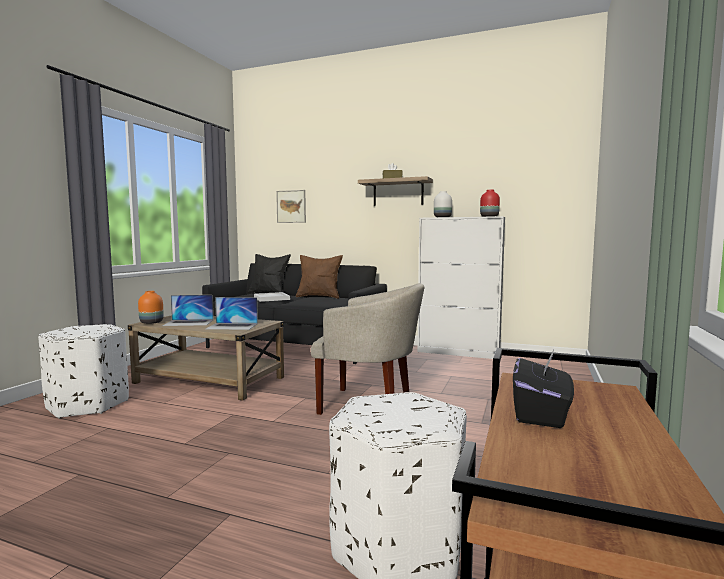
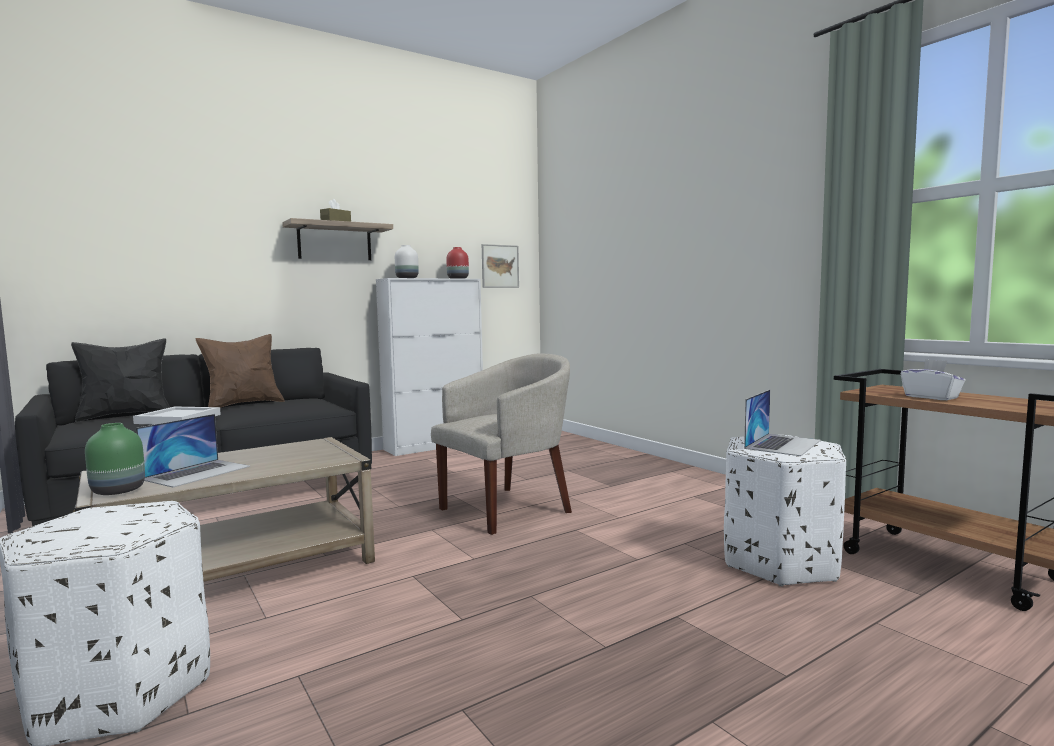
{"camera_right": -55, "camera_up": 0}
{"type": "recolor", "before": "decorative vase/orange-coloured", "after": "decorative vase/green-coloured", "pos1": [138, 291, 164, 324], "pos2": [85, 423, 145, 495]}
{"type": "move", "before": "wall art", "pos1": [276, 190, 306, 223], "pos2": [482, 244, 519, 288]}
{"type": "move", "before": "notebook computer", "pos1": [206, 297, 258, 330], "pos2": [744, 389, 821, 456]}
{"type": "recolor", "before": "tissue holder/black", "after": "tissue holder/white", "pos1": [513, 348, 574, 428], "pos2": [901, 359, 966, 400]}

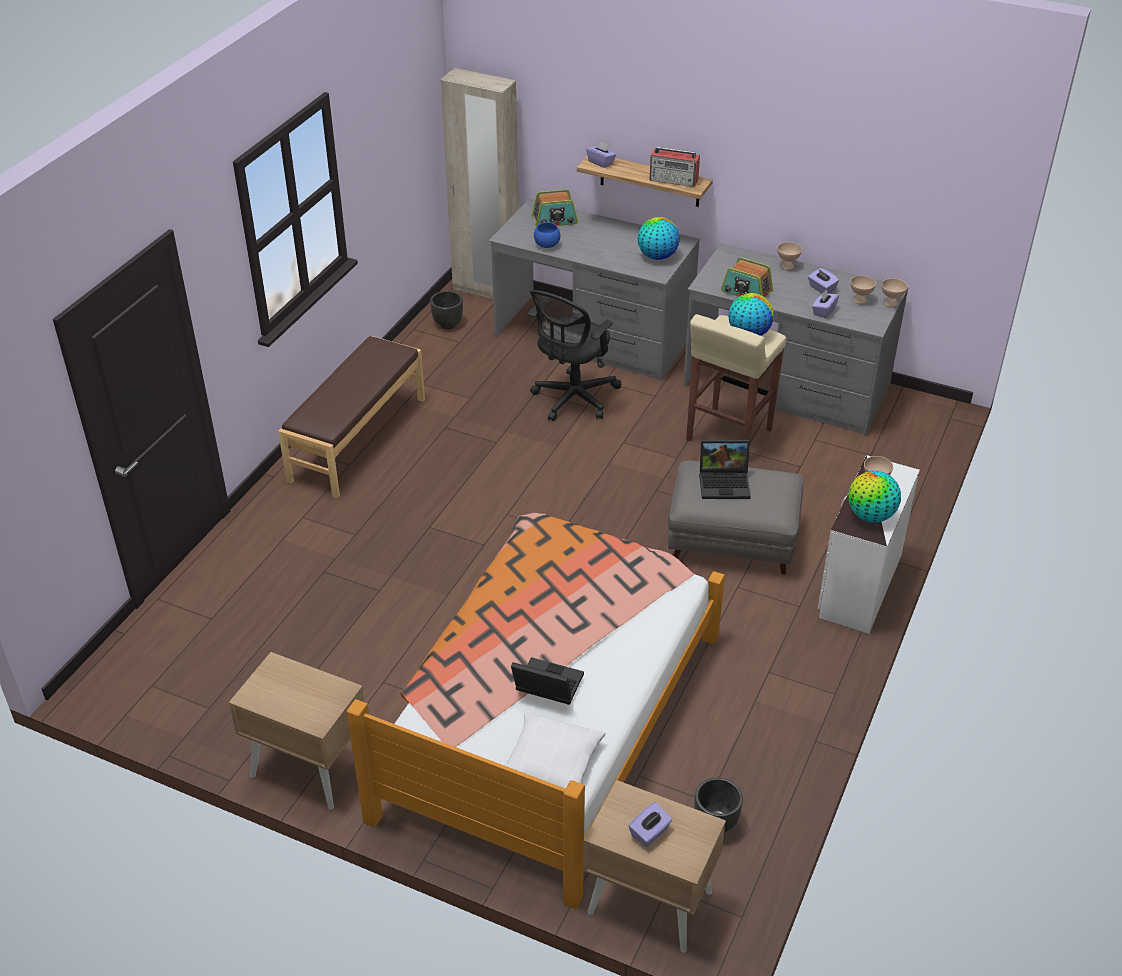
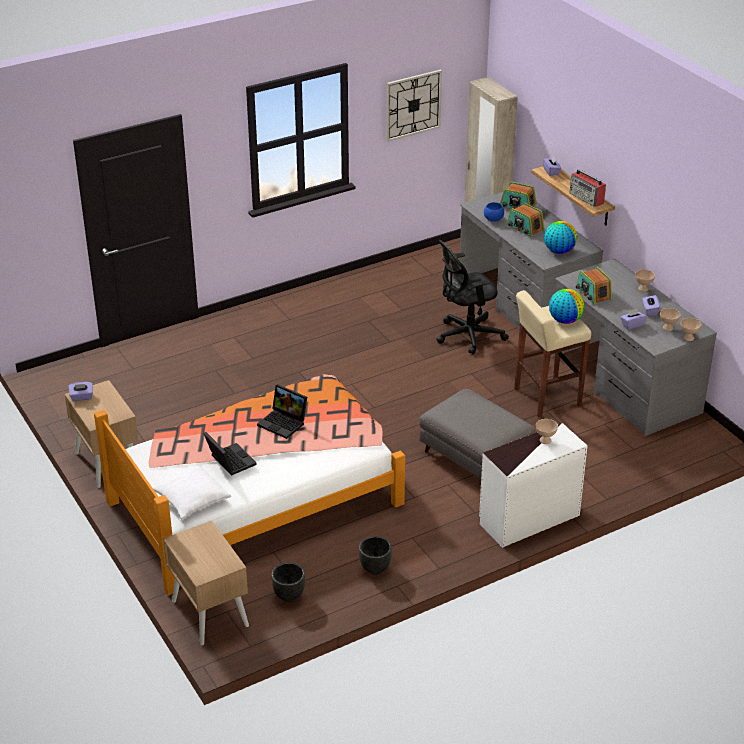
{"camera_right": 35, "camera_up": -5}
{"type": "move", "before": "tissue holder/purple", "pos1": [629, 802, 672, 847], "pos2": [69, 382, 93, 401]}
{"type": "move", "before": "notebook computer", "pos1": [699, 440, 751, 499], "pos2": [257, 384, 307, 439]}
{"type": "move", "before": "plant pot/black", "pos1": [430, 291, 463, 329], "pos2": [359, 536, 392, 575]}
{"type": "insert", "after": "hanging clock", "pos2": [386, 70, 442, 142]}
{"type": "insert", "after": "radio receiver", "pos2": [507, 203, 544, 237]}
{"type": "delete", "before": "indoor bench/brownish", "pos1": [278, 336, 425, 499]}
{"type": "delete", "before": "desk globe", "pos1": [848, 471, 901, 522]}

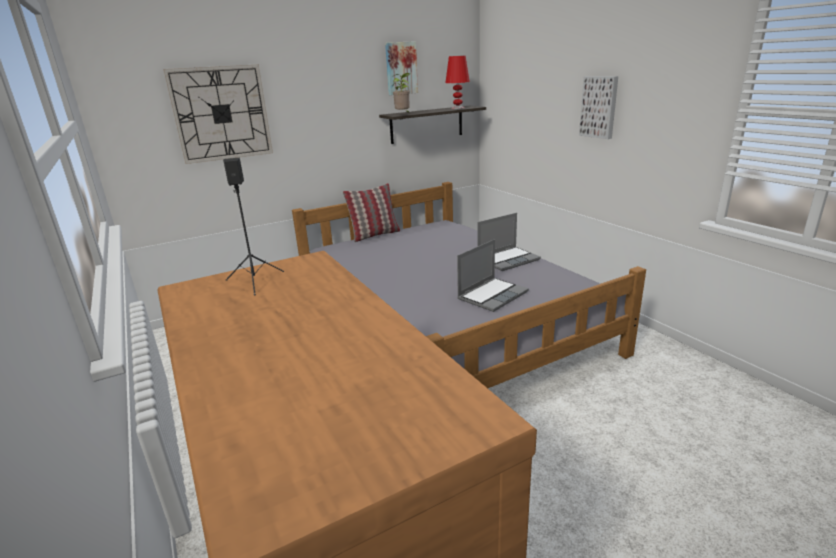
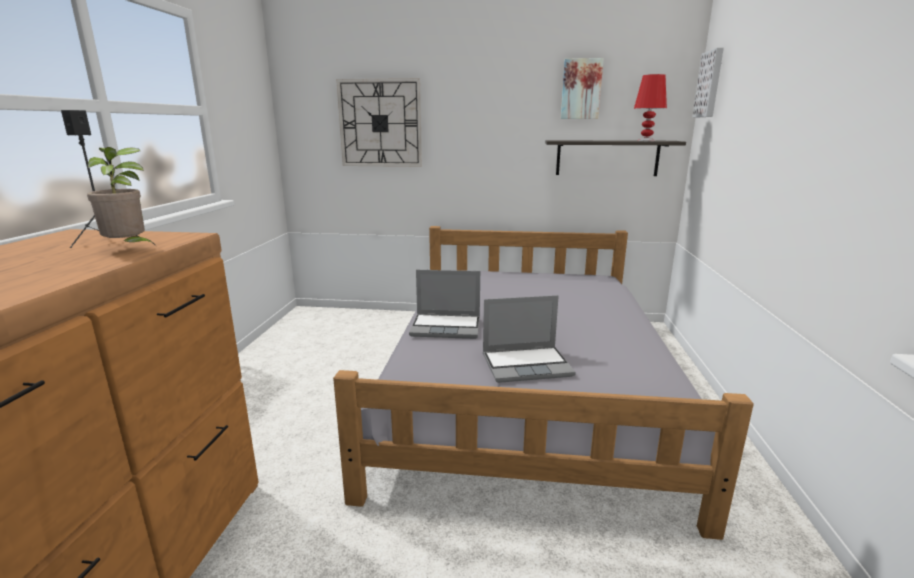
{"camera_right": 35, "camera_up": -5}
{"type": "move", "before": "potted plant", "pos1": [393, 73, 410, 113], "pos2": [87, 147, 157, 247]}
{"type": "move", "before": "notebook computer", "pos1": [478, 213, 541, 271], "pos2": [409, 270, 480, 339]}
{"type": "move", "before": "wall art", "pos1": [579, 76, 618, 139], "pos2": [692, 48, 724, 117]}
{"type": "delete", "before": "pillow", "pos1": [343, 183, 400, 242]}

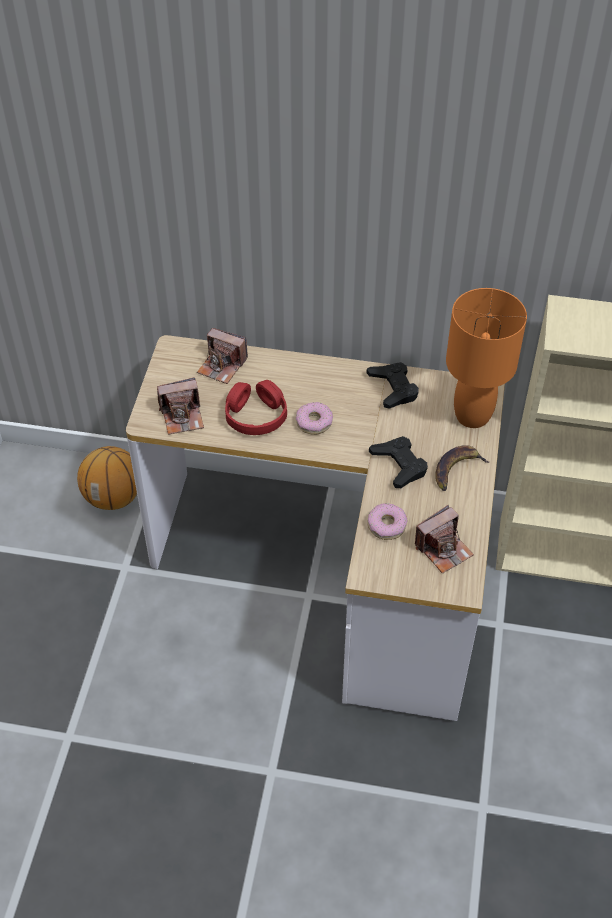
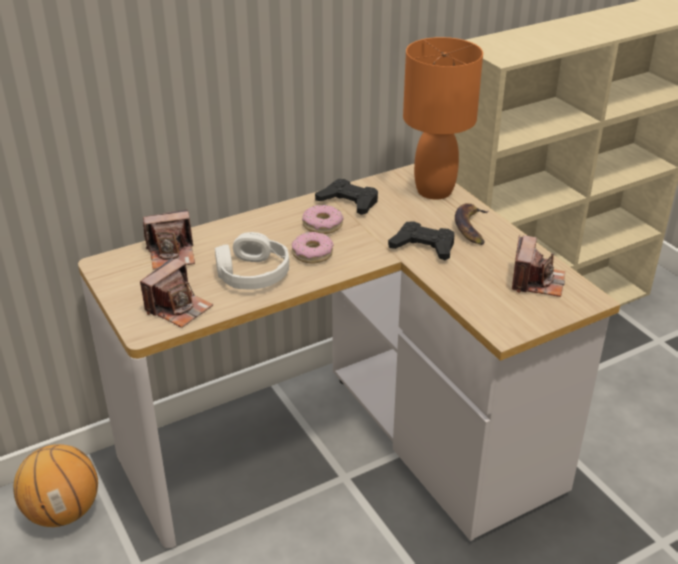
{"camera_right": -40, "camera_up": -15}
{"type": "recolor", "before": "headset/red-coloured", "after": "headset/white", "pos1": [225, 380, 287, 435], "pos2": [215, 232, 289, 289]}
{"type": "move", "before": "ring doughnut", "pos1": [367, 503, 408, 540], "pos2": [302, 205, 344, 234]}

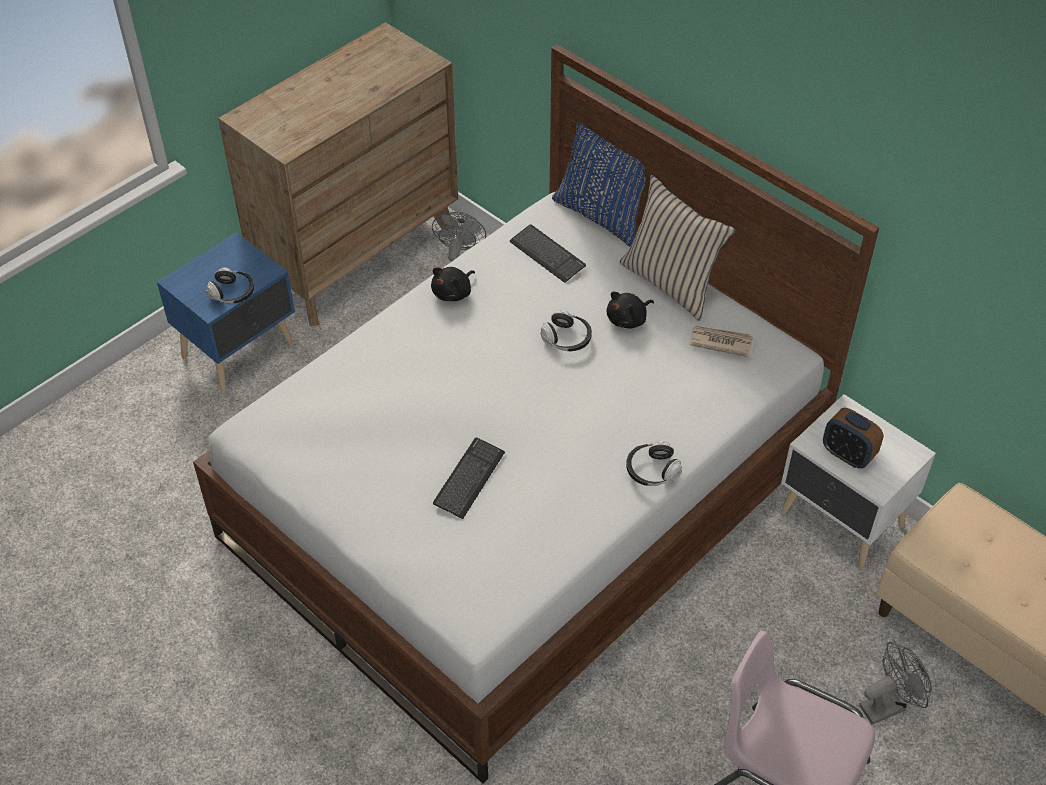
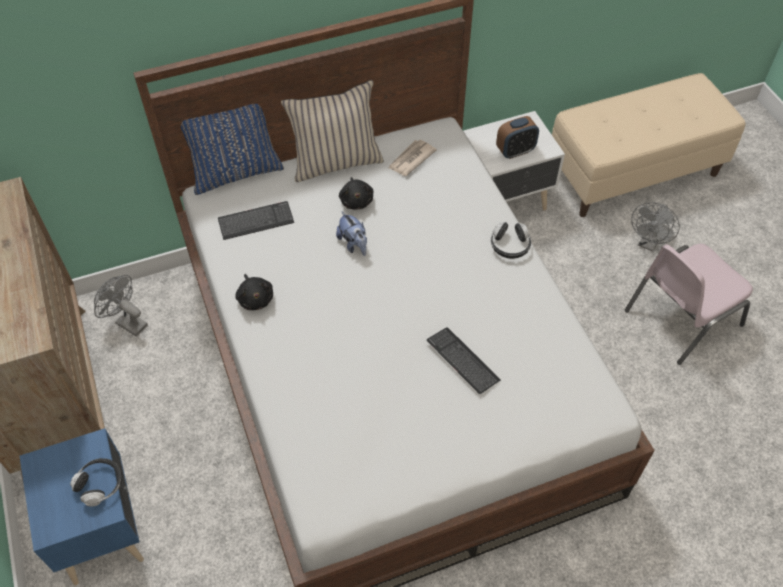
{"camera_right": -65, "camera_up": 5}
{"type": "replace", "before": "headset", "after": "plush toy", "pos1": [540, 310, 592, 351], "pos2": [336, 212, 367, 256]}
{"type": "rotate", "before": "fan/greyish", "pos1": [859, 642, 932, 725], "pos2": [631, 202, 680, 252], "turn": -150}

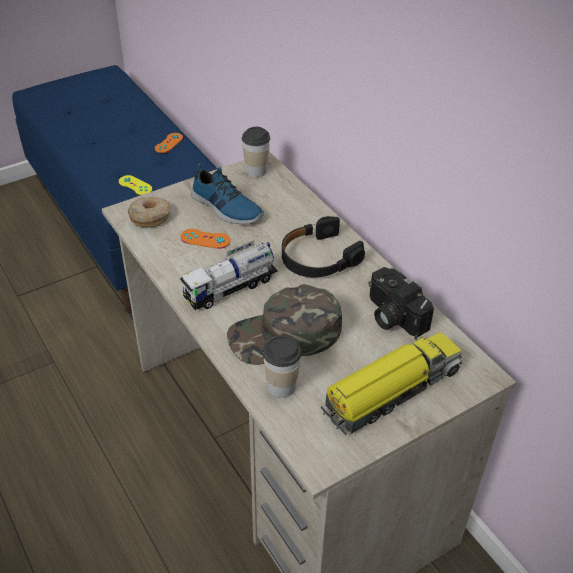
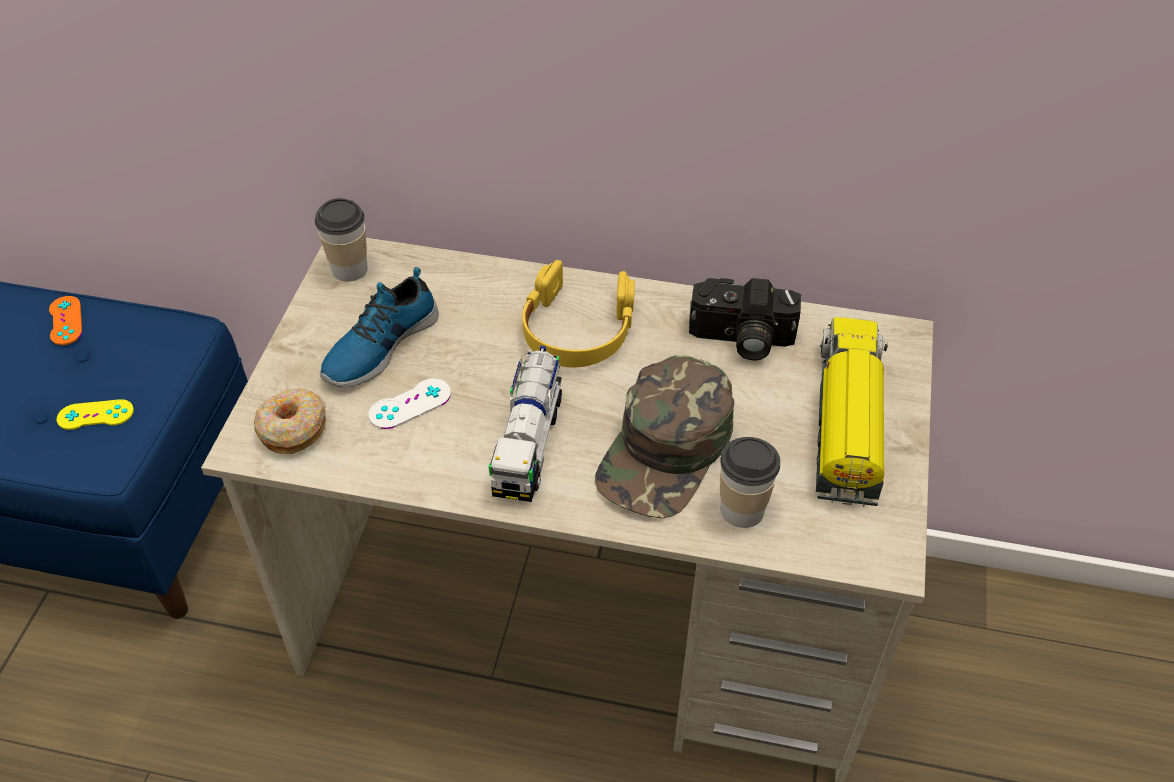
{"camera_right": -45, "camera_up": 5}
{"type": "rotate", "before": "low shoe", "pos1": [191, 163, 264, 224], "pos2": [320, 267, 439, 388], "turn": 135}
{"type": "recolor", "before": "joypad/orange-coloured", "after": "joypad/white", "pos1": [180, 229, 231, 249], "pos2": [369, 379, 451, 429]}
{"type": "recolor", "before": "headset/black", "after": "headset/yellow-coloured", "pos1": [282, 216, 365, 277], "pos2": [523, 260, 635, 367]}

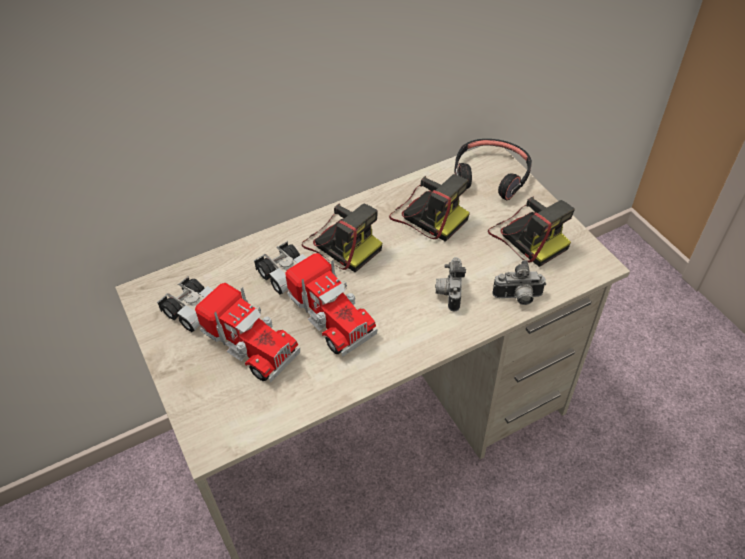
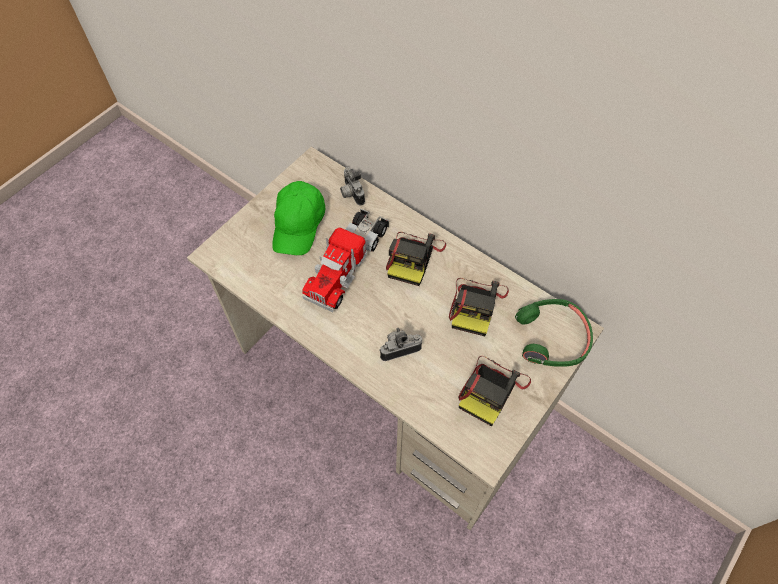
{"camera_right": 65, "camera_up": 10}
{"type": "replace", "before": "toy lorry", "after": "baseball cap/green-coloured", "pos1": [157, 276, 300, 382], "pos2": [272, 181, 325, 255]}
{"type": "move", "before": "still camera", "pos1": [492, 260, 546, 305], "pos2": [340, 167, 365, 205]}
{"type": "recolor", "before": "headset/black", "after": "headset/green-coloured", "pos1": [454, 139, 532, 201], "pos2": [515, 299, 593, 367]}

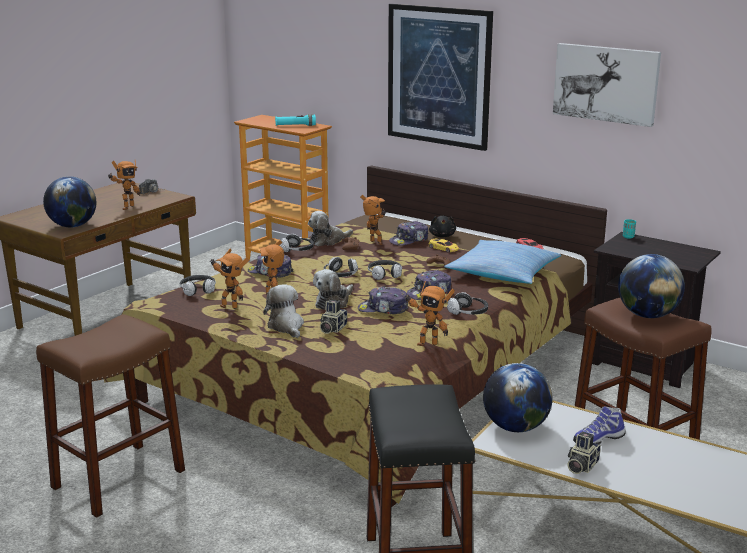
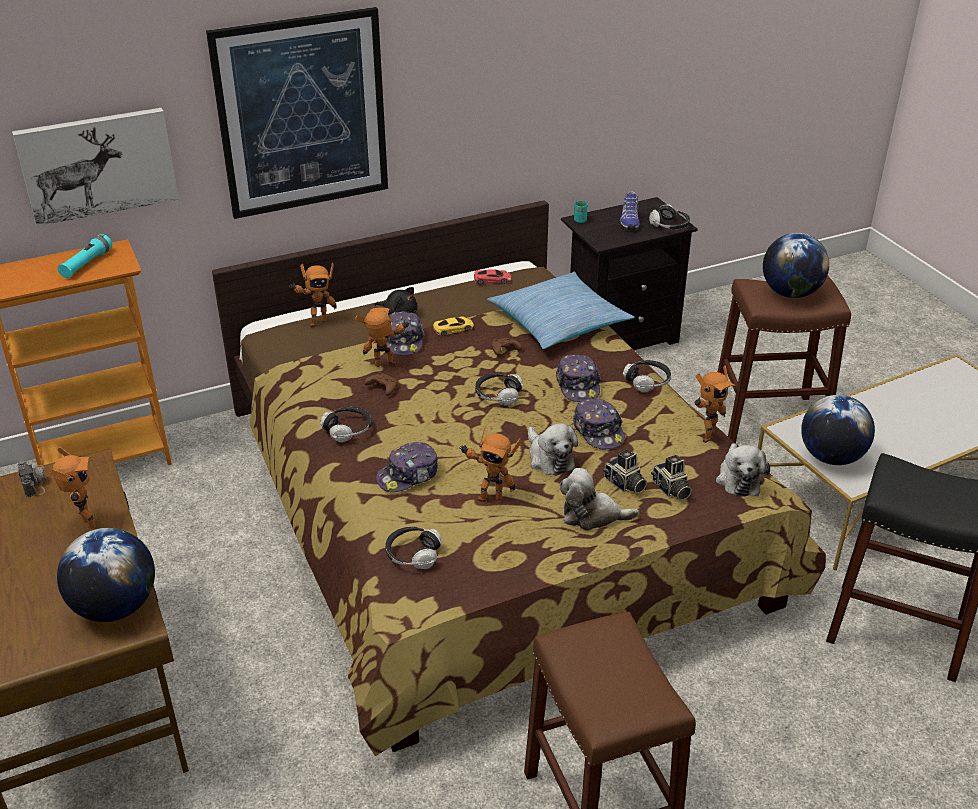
{"camera_right": -60, "camera_up": 15}
{"type": "move", "before": "wall art", "pos1": [553, 43, 661, 127], "pos2": [12, 108, 179, 226]}
{"type": "move", "before": "model robot", "pos1": [210, 249, 249, 309], "pos2": [290, 263, 337, 327]}
{"type": "rotate", "before": "baseball cap", "pos1": [358, 286, 408, 314], "pos2": [573, 399, 625, 450], "turn": -60}
{"type": "move", "before": "low shoe", "pos1": [573, 406, 626, 445], "pos2": [620, 191, 639, 230]}
{"type": "move", "before": "headset", "pos1": [323, 257, 358, 277], "pos2": [649, 204, 690, 229]}
{"type": "move", "before": "still camera", "pos1": [567, 432, 601, 474], "pos2": [651, 455, 692, 500]}
{"type": "move", "before": "plush toy", "pos1": [308, 211, 353, 246], "pos2": [716, 443, 770, 497]}

